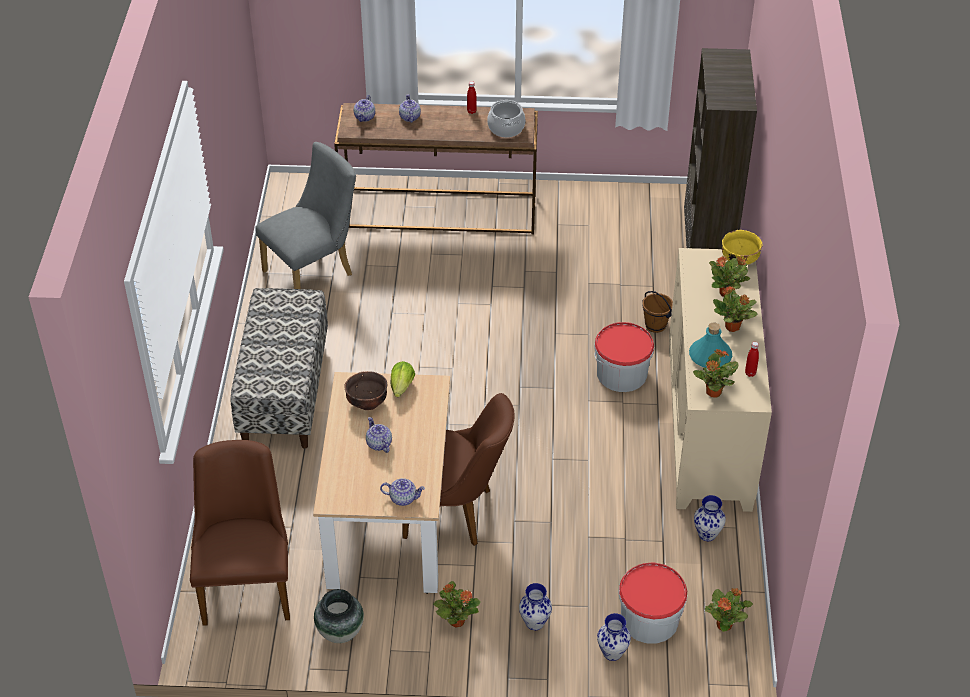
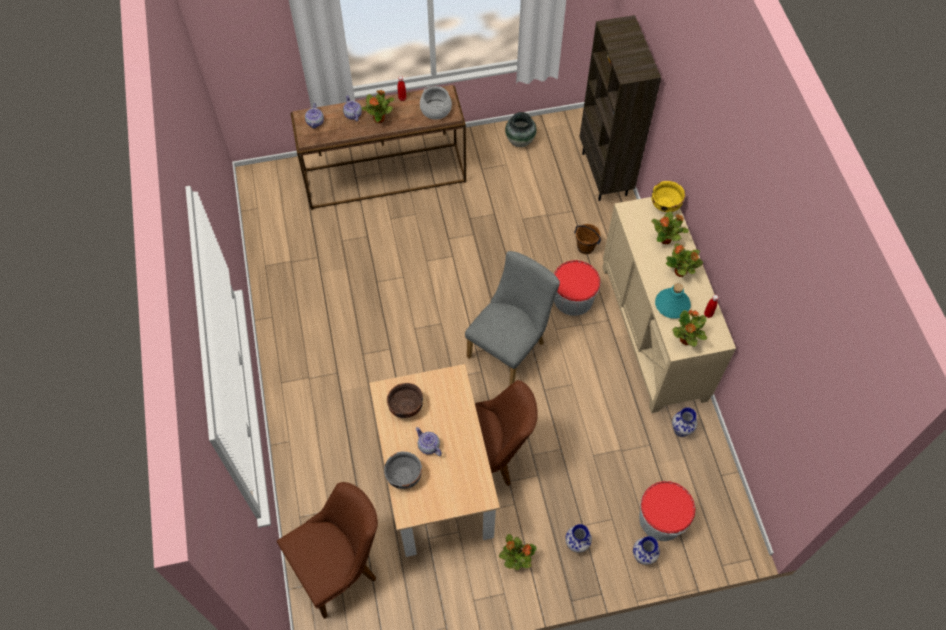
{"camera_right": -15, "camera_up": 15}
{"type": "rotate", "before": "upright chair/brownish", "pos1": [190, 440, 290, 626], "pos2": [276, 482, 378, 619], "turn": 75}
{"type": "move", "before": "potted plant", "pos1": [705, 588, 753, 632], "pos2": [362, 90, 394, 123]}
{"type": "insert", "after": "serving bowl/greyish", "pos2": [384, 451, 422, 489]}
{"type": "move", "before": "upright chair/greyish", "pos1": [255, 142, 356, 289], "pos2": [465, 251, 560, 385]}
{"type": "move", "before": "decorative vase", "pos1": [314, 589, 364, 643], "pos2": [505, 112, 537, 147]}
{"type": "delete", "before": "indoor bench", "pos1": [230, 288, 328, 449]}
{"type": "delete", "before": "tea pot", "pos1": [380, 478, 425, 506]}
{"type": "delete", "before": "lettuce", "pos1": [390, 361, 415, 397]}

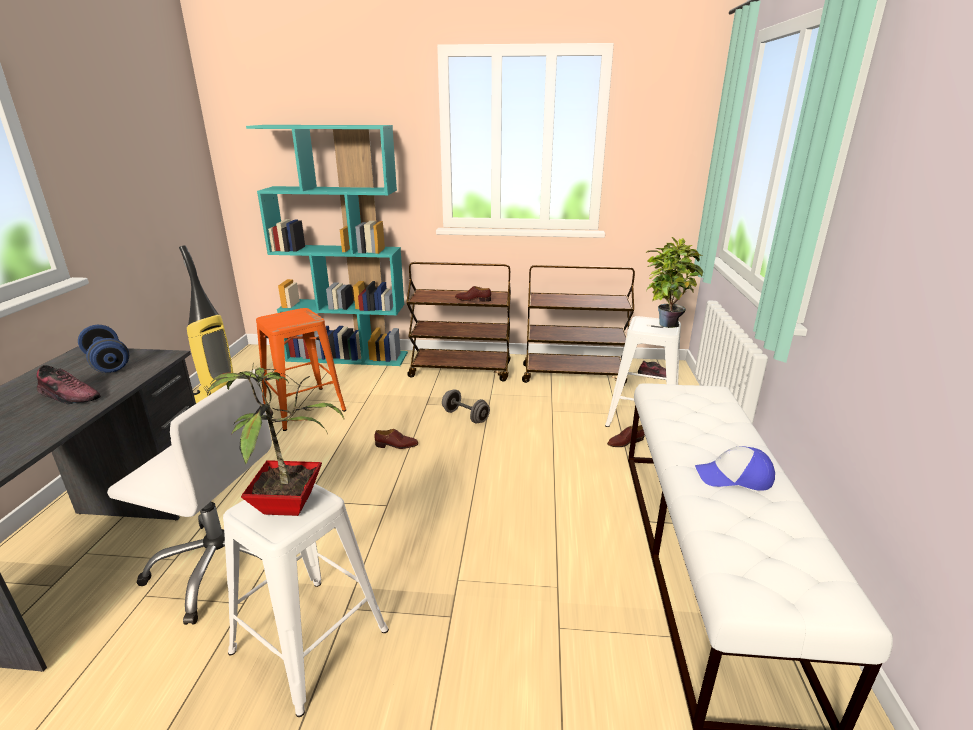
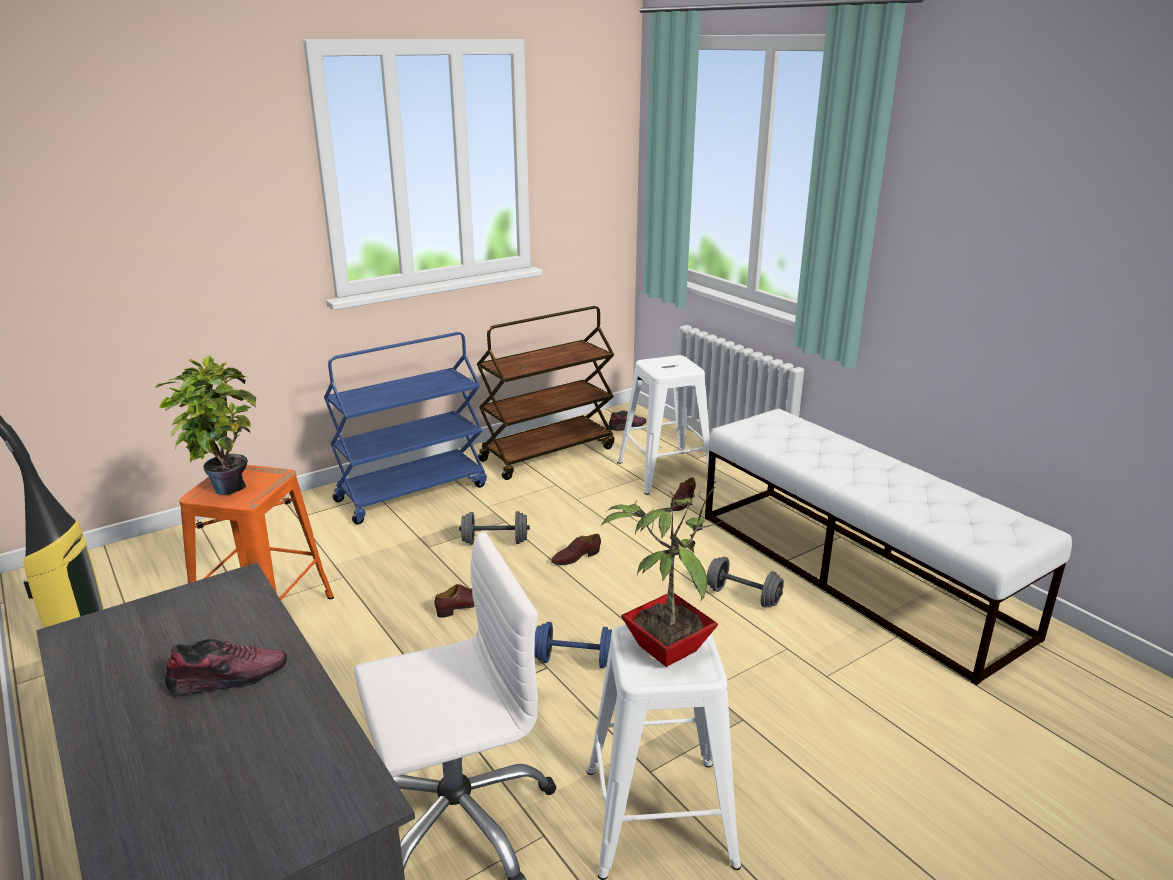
{"camera_right": -40, "camera_up": 0}
{"type": "move", "before": "potted plant", "pos1": [645, 237, 703, 328], "pos2": [155, 355, 256, 495]}
{"type": "recolor", "before": "cart/brownish", "after": "cart/blue-coloured", "pos1": [406, 262, 511, 381], "pos2": [324, 332, 487, 525]}
{"type": "move", "before": "dumbbell/blue-coloured", "pos1": [78, 325, 129, 373], "pos2": [535, 622, 612, 668]}
{"type": "move", "before": "low shoe/brownish", "pos1": [455, 286, 491, 302], "pos2": [551, 534, 601, 565]}
{"type": "insert", "after": "dumbbell/greyish", "pos2": [707, 557, 784, 608]}
{"type": "delete", "before": "bookcase/blue-green", "pos1": [246, 125, 408, 366]}
{"type": "delete", "before": "baseball cap", "pos1": [695, 446, 775, 491]}

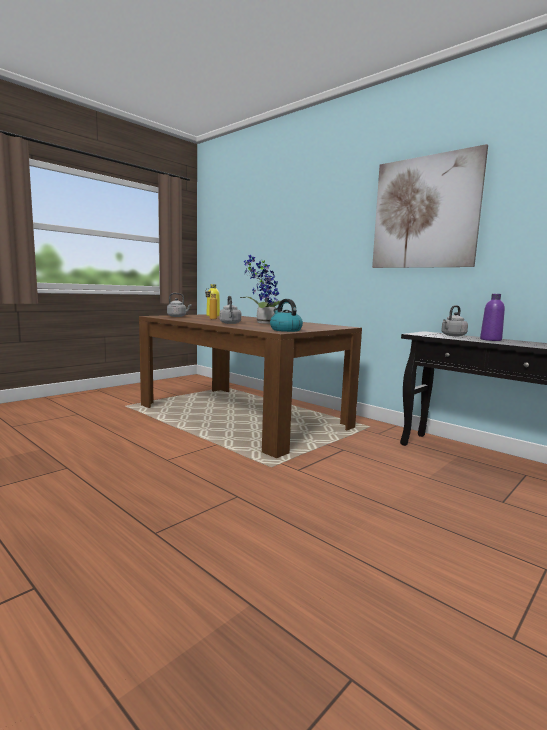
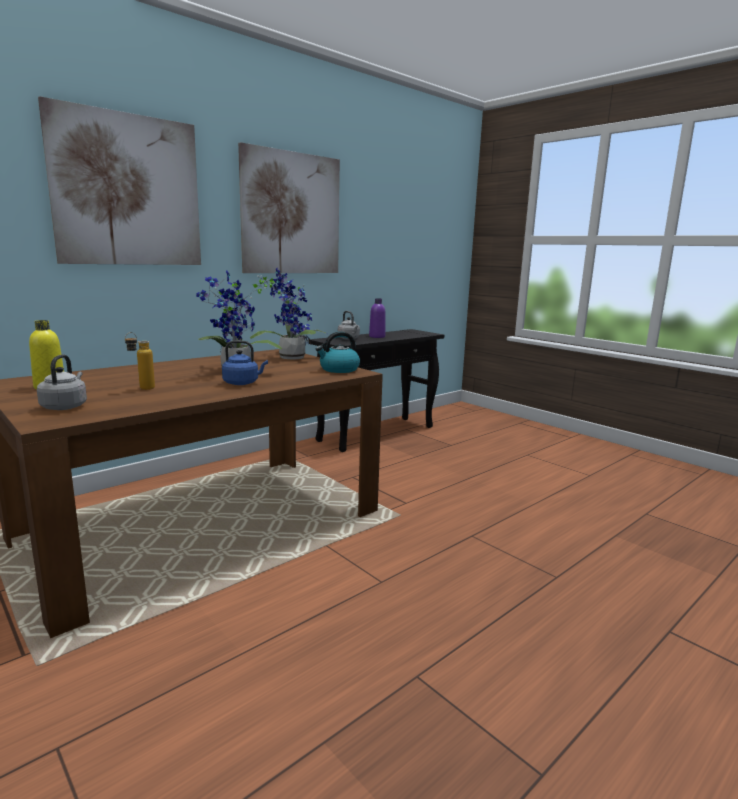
{"camera_right": -85, "camera_up": 5}
{"type": "insert", "after": "wall art", "pos2": [38, 96, 201, 265]}
{"type": "recolor", "before": "kettle/greyish", "after": "kettle/blue-coloured", "pos1": [219, 296, 241, 324], "pos2": [222, 340, 268, 385]}
{"type": "insert", "after": "potted plant", "pos2": [250, 268, 327, 360]}

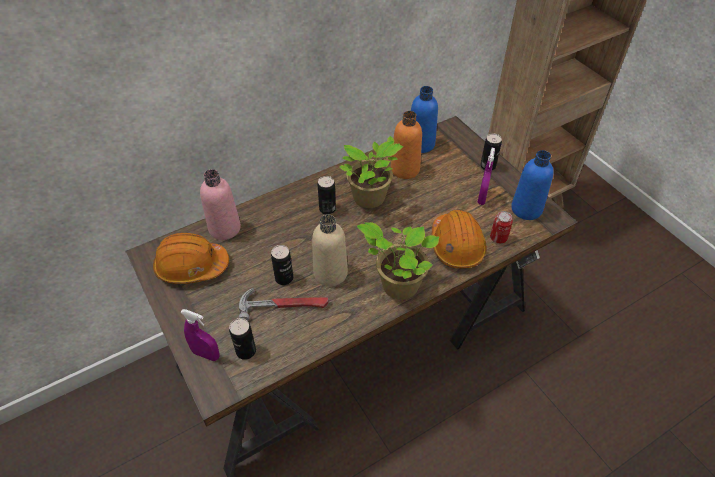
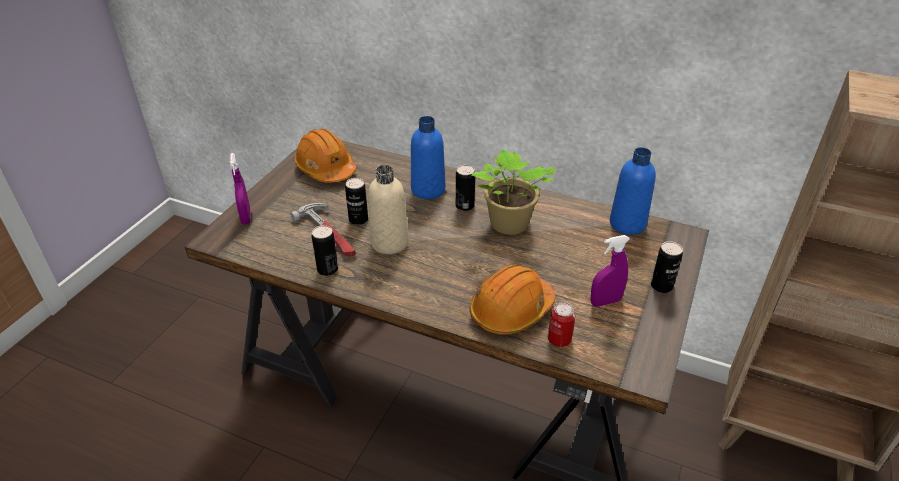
{"camera_right": 55, "camera_up": -10}
{"type": "move", "before": "metal can", "pos1": [229, 318, 256, 360], "pos2": [312, 225, 338, 276]}
{"type": "move", "before": "drink bottle/blue-coloured", "pos1": [511, 150, 554, 220], "pos2": [411, 116, 445, 199]}
{"type": "delete", "before": "drink bottle/pink-coloured", "pos1": [200, 169, 241, 240]}
{"type": "delete", "before": "potted plant", "pos1": [357, 222, 439, 300]}
{"type": "delete", "before": "drink bottle/orange-coloured", "pos1": [391, 111, 422, 179]}

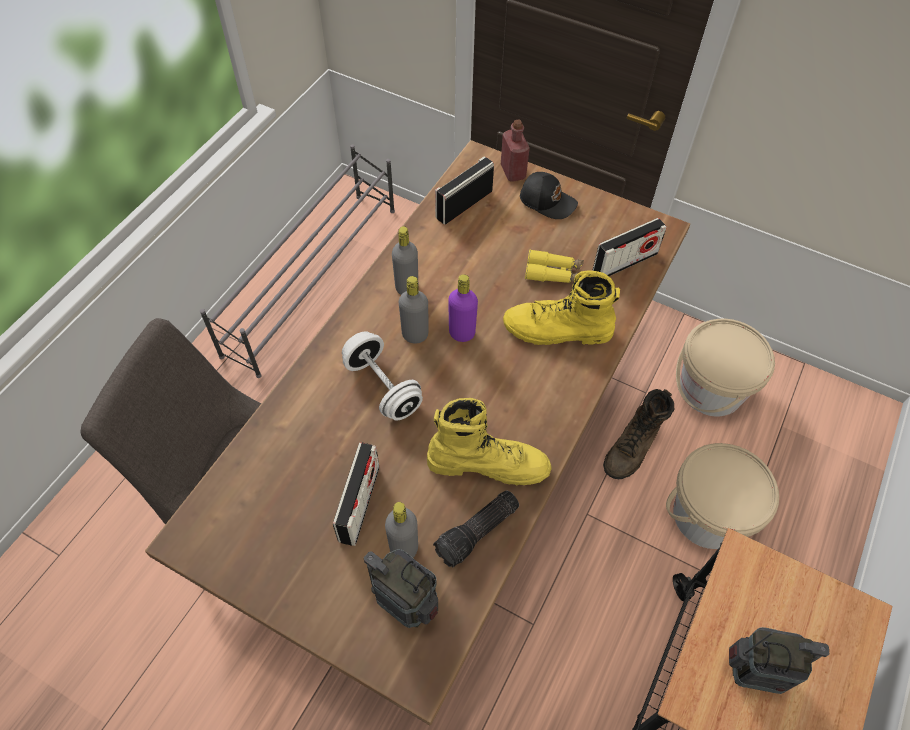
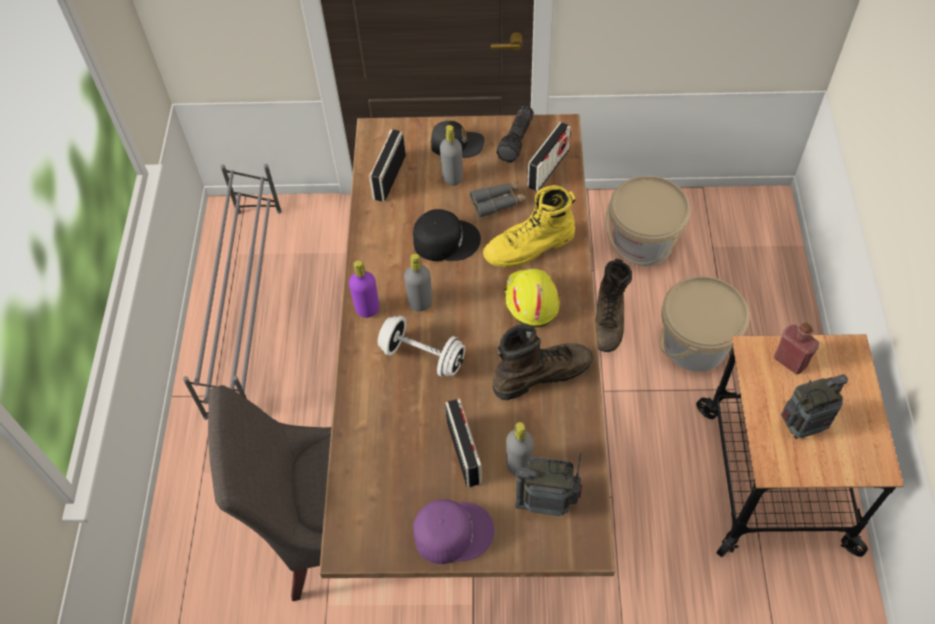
{"camera_right": -25, "camera_up": 0}
{"type": "move", "before": "drink bottle/purple", "pos1": [448, 274, 478, 342], "pos2": [349, 260, 379, 318]}
{"type": "insert", "after": "baseball cap/black", "pos2": [413, 209, 481, 261]}
{"type": "insert", "after": "baseball cap/purple", "pos2": [413, 499, 494, 564]}
{"type": "move", "before": "drink bottle/greyish", "pos1": [392, 226, 418, 295], "pos2": [440, 125, 463, 186]}
{"type": "recolor", "before": "pair of binoculars/yellow-coloured", "after": "pair of binoculars/greyish", "pos1": [525, 249, 584, 283], "pos2": [470, 181, 526, 218]}
{"type": "recolor", "before": "boot/yellow-coloured", "after": "boot/brownish", "pos1": [427, 398, 551, 485], "pos2": [492, 324, 593, 400]}
{"type": "move", "before": "torch", "pos1": [433, 490, 519, 568], "pos2": [496, 106, 534, 163]}
{"type": "insert", "after": "work helmet/yellow-coloured", "pos2": [504, 269, 560, 327]}
{"type": "move", "before": "drink bottle/red-coloured", "pos1": [501, 119, 530, 182], "pos2": [774, 322, 819, 374]}

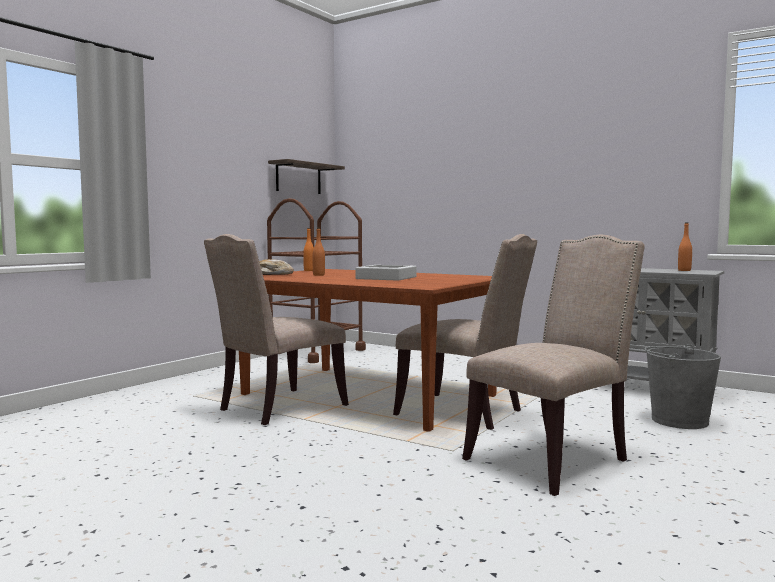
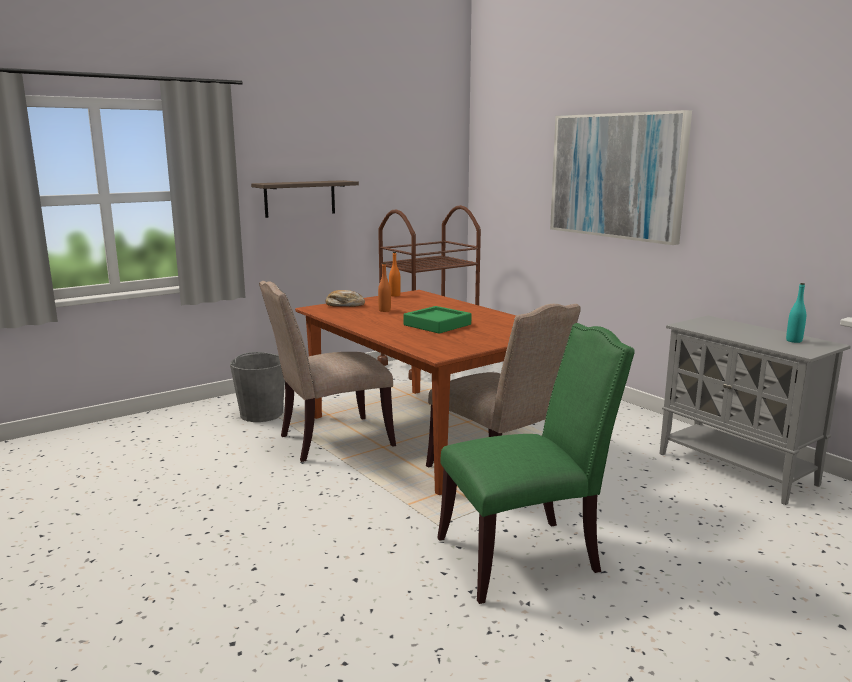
{"camera_right": 20, "camera_up": 10}
{"type": "move", "before": "water bucket/greyish", "pos1": [644, 344, 721, 429], "pos2": [230, 352, 285, 422]}
{"type": "move", "before": "shelf", "pos1": [268, 159, 345, 194], "pos2": [251, 180, 359, 218]}
{"type": "recolor", "before": "carrying tray/greyish", "after": "carrying tray/green-coloured", "pos1": [355, 265, 416, 281], "pos2": [403, 306, 471, 334]}
{"type": "recolor", "before": "upright chair/beige", "after": "upright chair/green-coloured", "pos1": [462, 235, 645, 496], "pos2": [437, 323, 635, 604]}
{"type": "insert", "after": "wall art", "pos2": [550, 110, 692, 245]}
{"type": "recolor", "before": "drink bottle/orange-coloured", "after": "drink bottle/blue-green", "pos1": [678, 223, 692, 271], "pos2": [786, 283, 806, 343]}

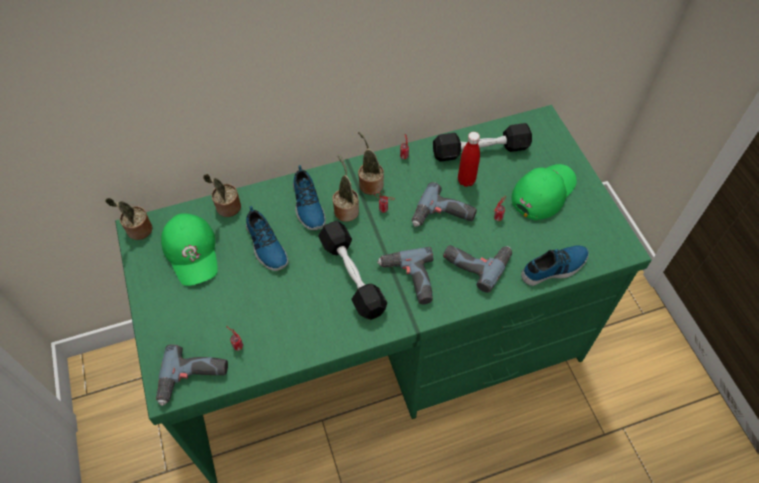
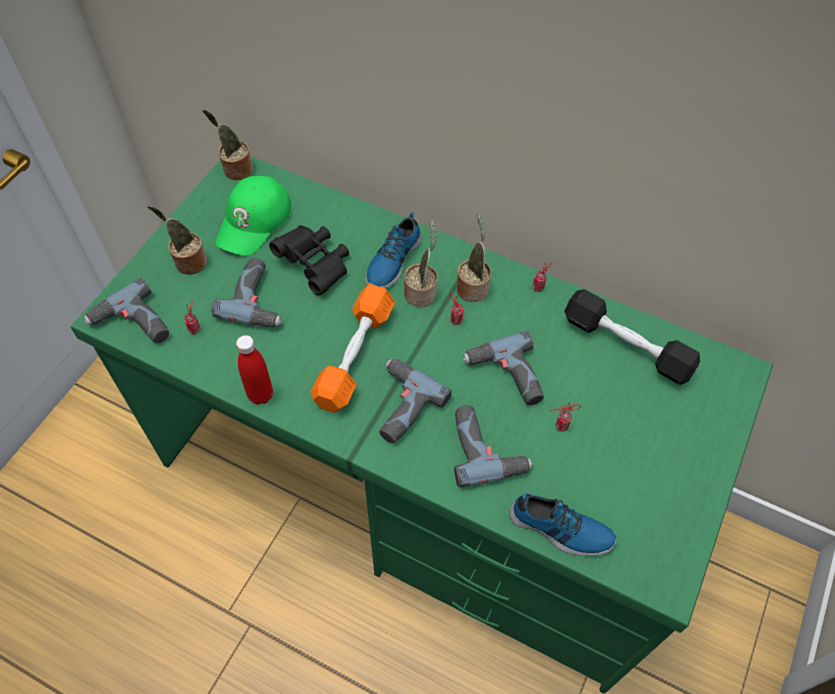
{"camera_right": 45, "camera_up": 0}
{"type": "move", "before": "potted plant", "pos1": [203, 174, 241, 217], "pos2": [147, 206, 207, 275]}
{"type": "insert", "after": "power drill", "pos2": [212, 258, 282, 328]}
{"type": "move", "before": "drink bottle/red-coloured", "pos1": [458, 132, 480, 187], "pos2": [236, 335, 273, 405]}
{"type": "replace", "before": "low shoe", "after": "pair of binoculars/black", "pos1": [246, 206, 289, 271], "pos2": [269, 225, 349, 295]}
{"type": "recolor", "before": "dumbbell/black", "after": "dumbbell/orange-coloured", "pos1": [318, 221, 387, 320], "pos2": [311, 284, 395, 413]}
{"type": "delete", "before": "baseball cap/green-coloured", "pos1": [511, 164, 577, 220]}

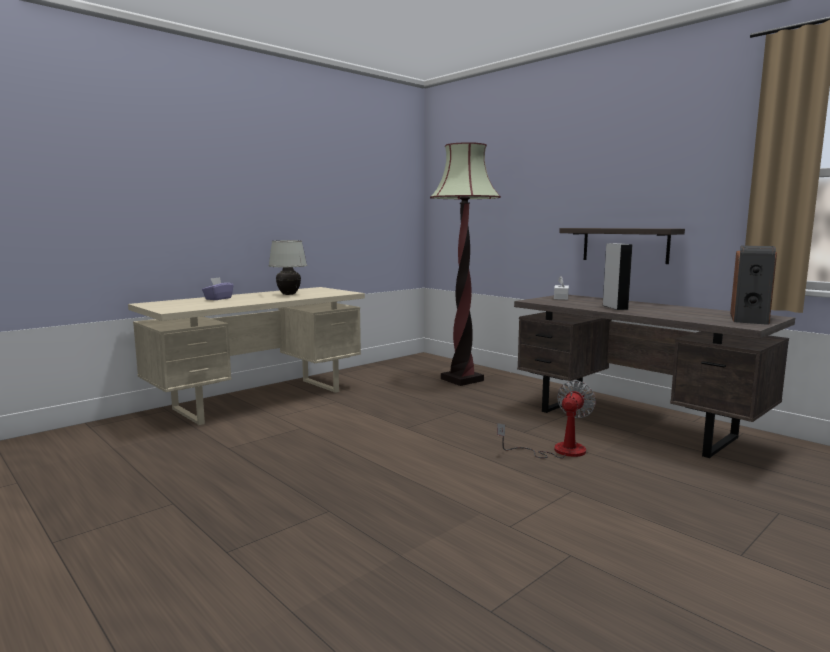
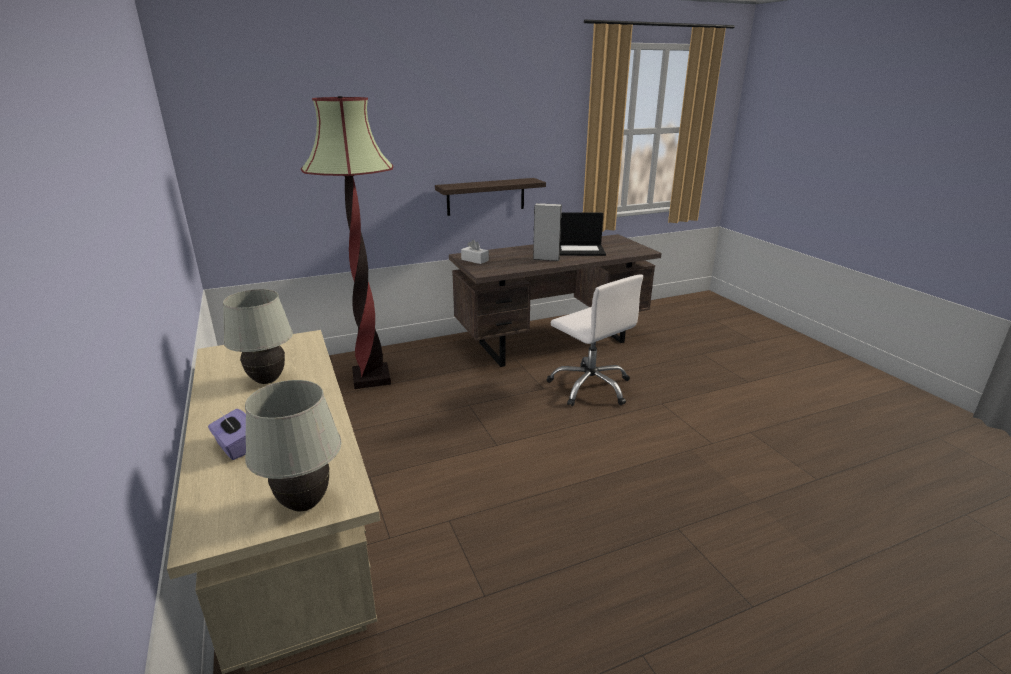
{"camera_right": -70, "camera_up": 15}
{"type": "insert", "after": "table lamp/white", "pos2": [245, 380, 342, 511]}
{"type": "replace", "before": "fan", "after": "office chair/white", "pos1": [497, 380, 596, 458], "pos2": [546, 274, 643, 406]}
{"type": "insert", "after": "notebook computer", "pos2": [560, 212, 606, 256]}
{"type": "delete", "before": "speaker", "pos1": [730, 246, 777, 325]}

